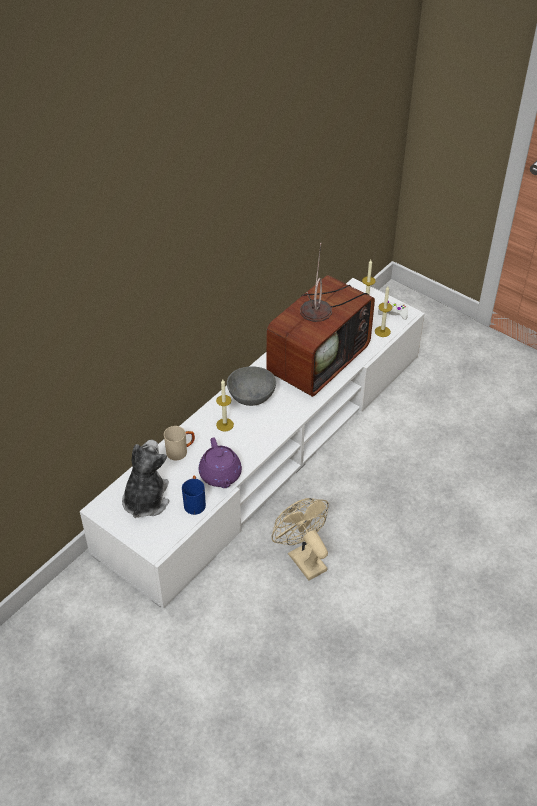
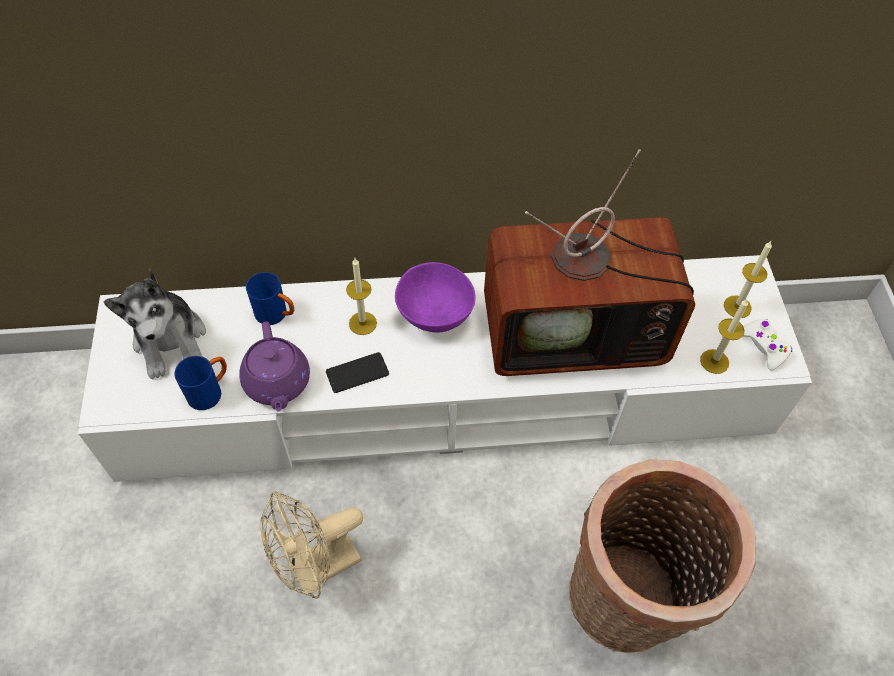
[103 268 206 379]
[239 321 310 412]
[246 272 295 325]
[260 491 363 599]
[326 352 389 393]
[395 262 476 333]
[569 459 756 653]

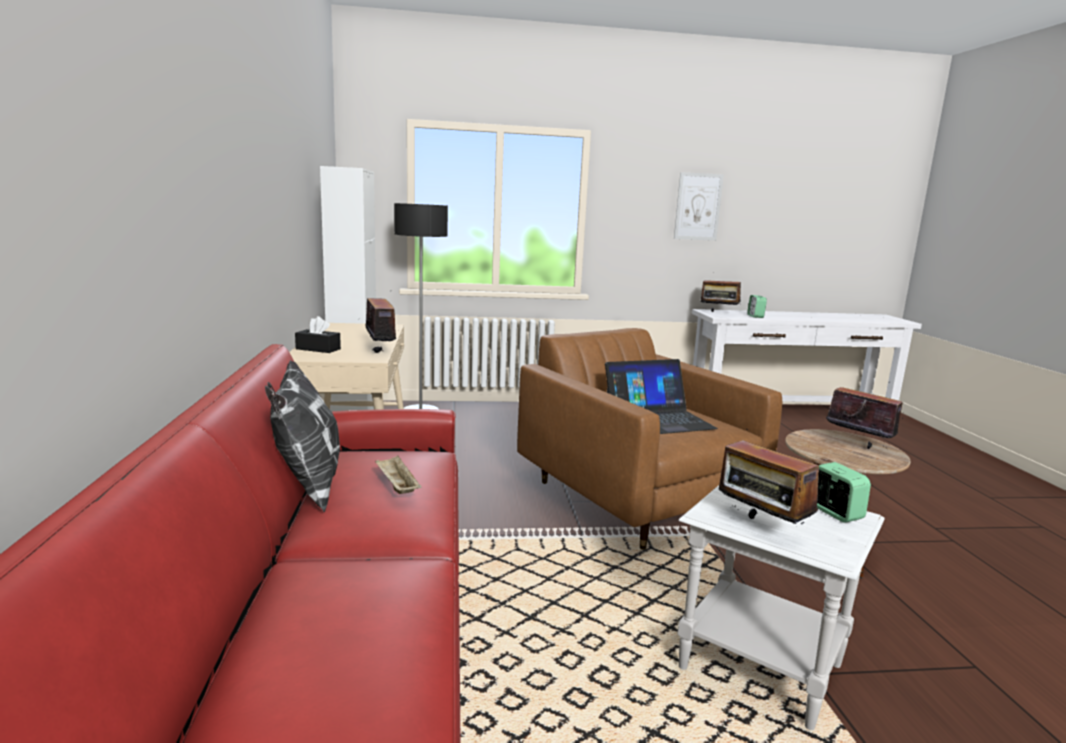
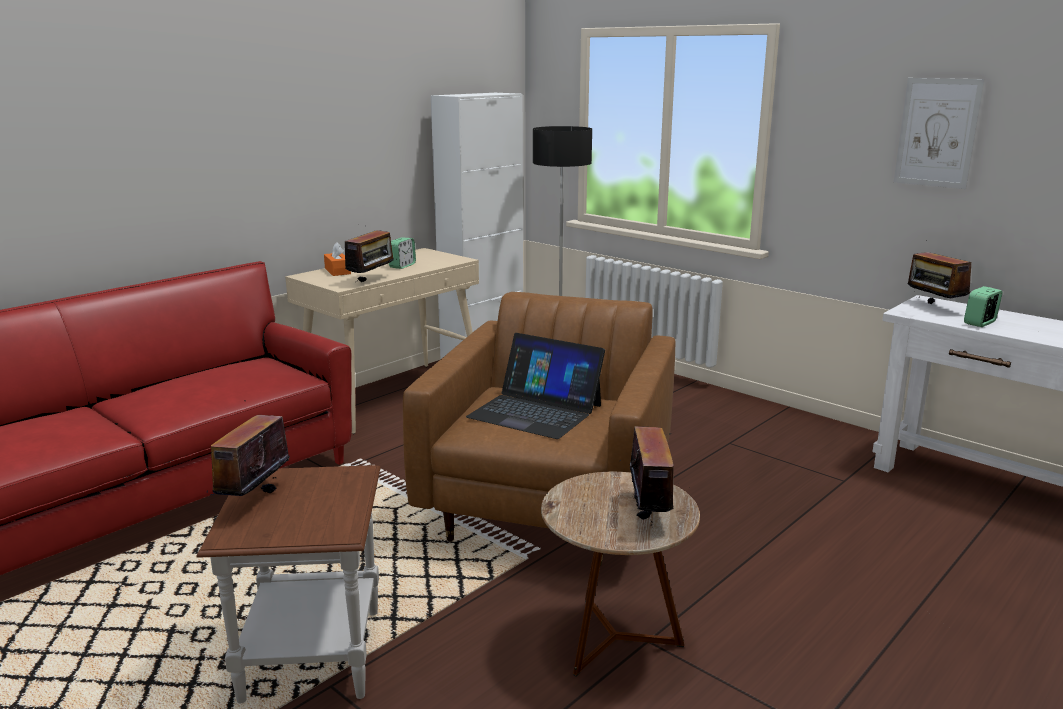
[196 465 380 703]
[324 242 351 276]
[389 237 416 269]
[265 360 340 513] (first image)
[375 456 421 494] (first image)

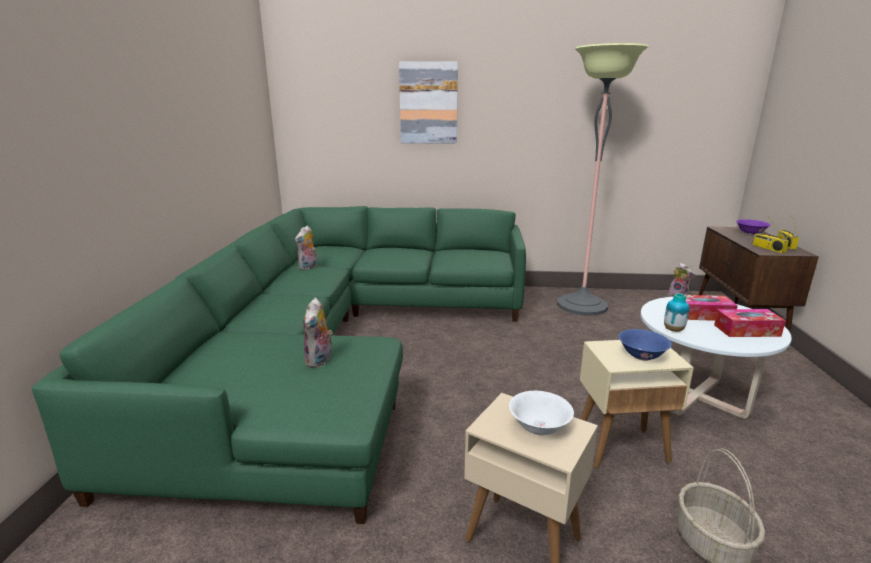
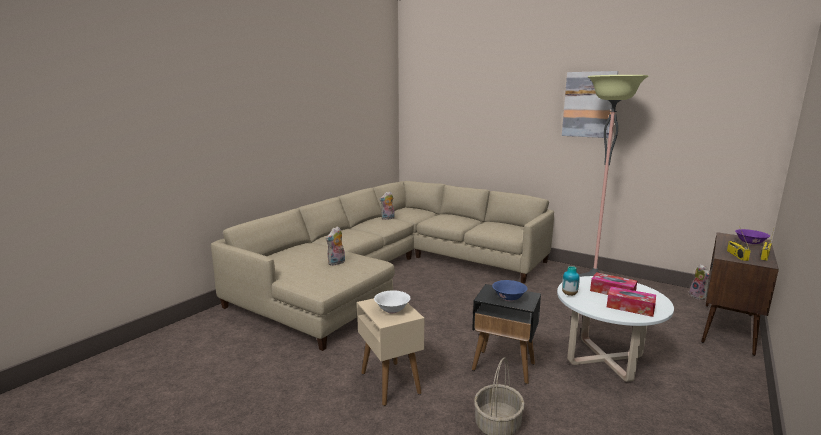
[211 181 554 351]
[472 284 541 384]
[562 71 618 138]

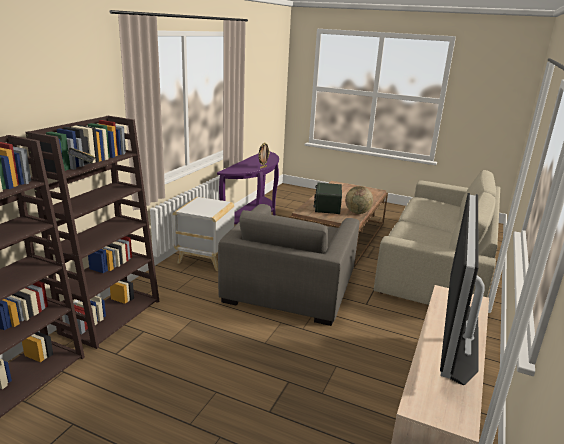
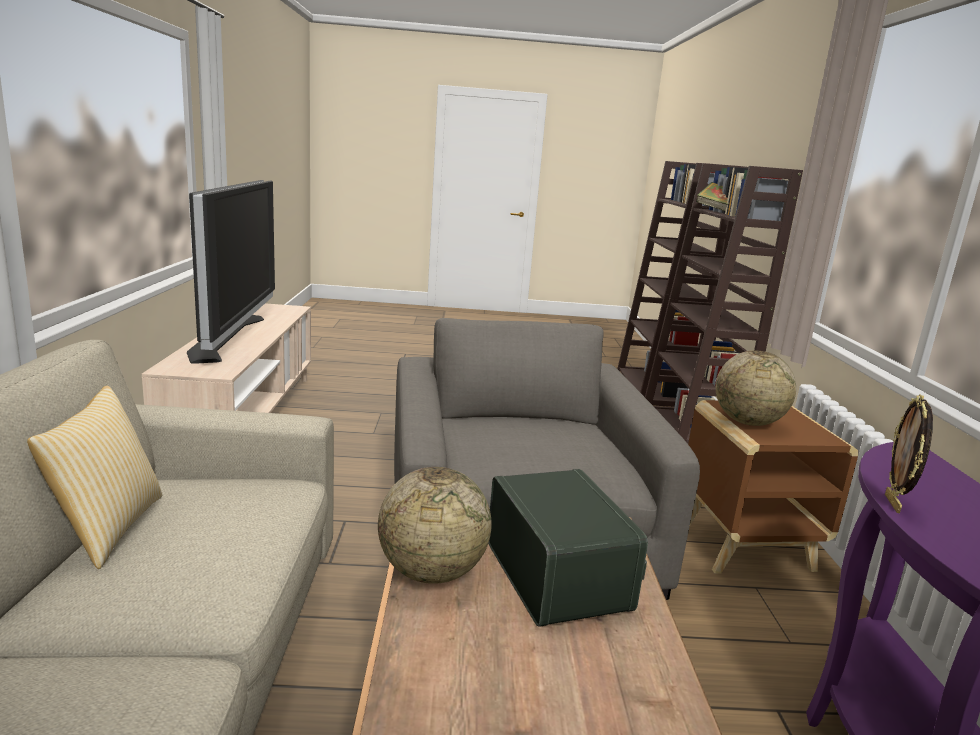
[27 386 162 569]
[688 400 858 574]
[716 350 796 426]

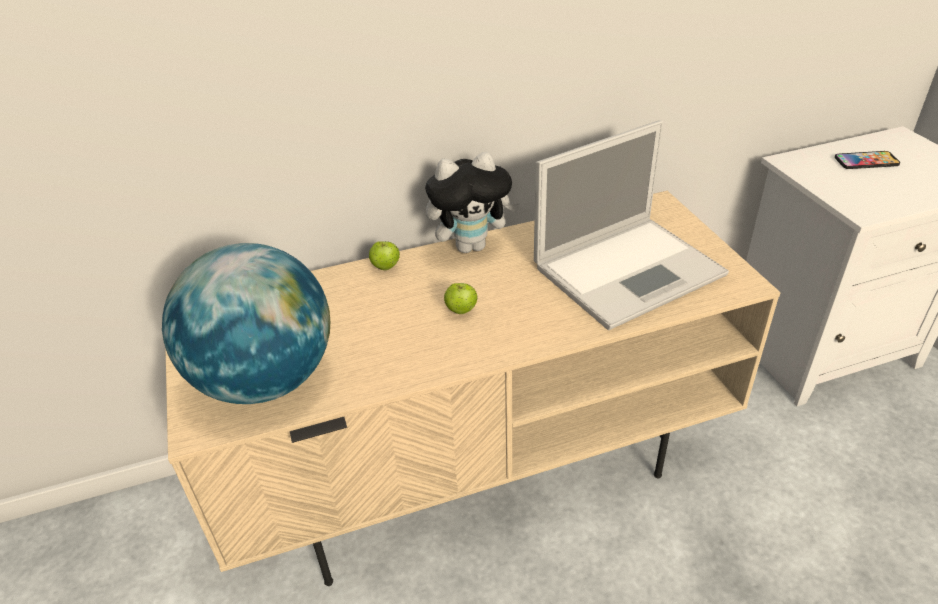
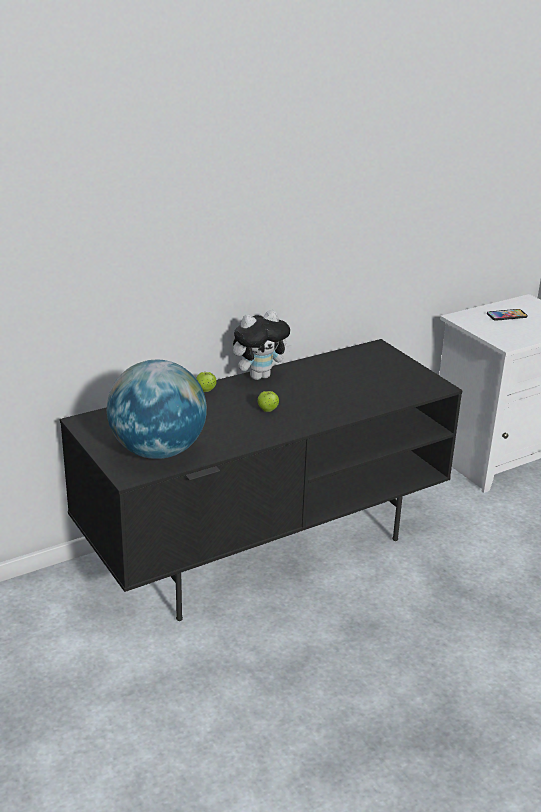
[60 339 463 621]
[534 120 729 330] (first image)

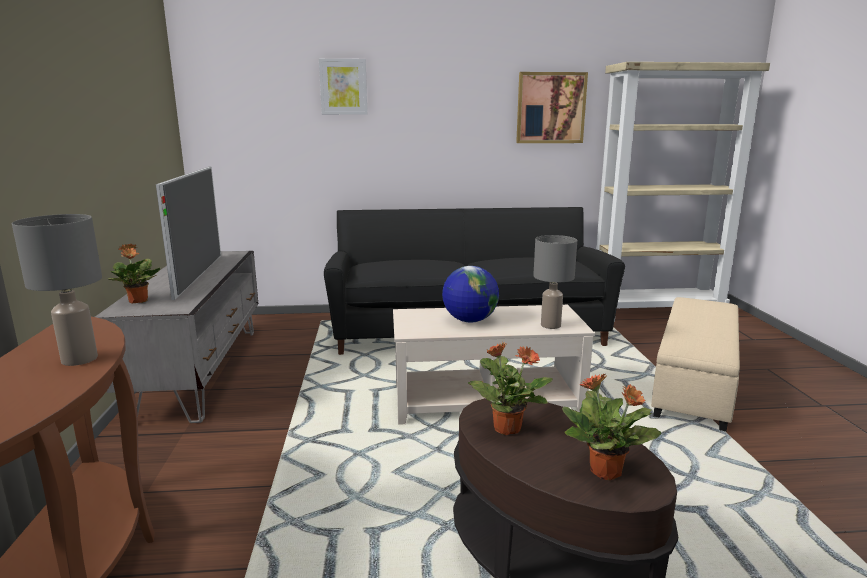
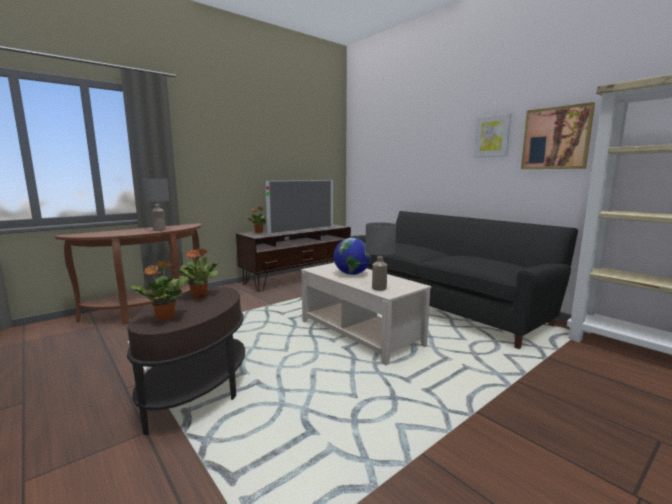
[236 224 351 291]
[474 113 511 157]
[651 297 740 432] (first image)

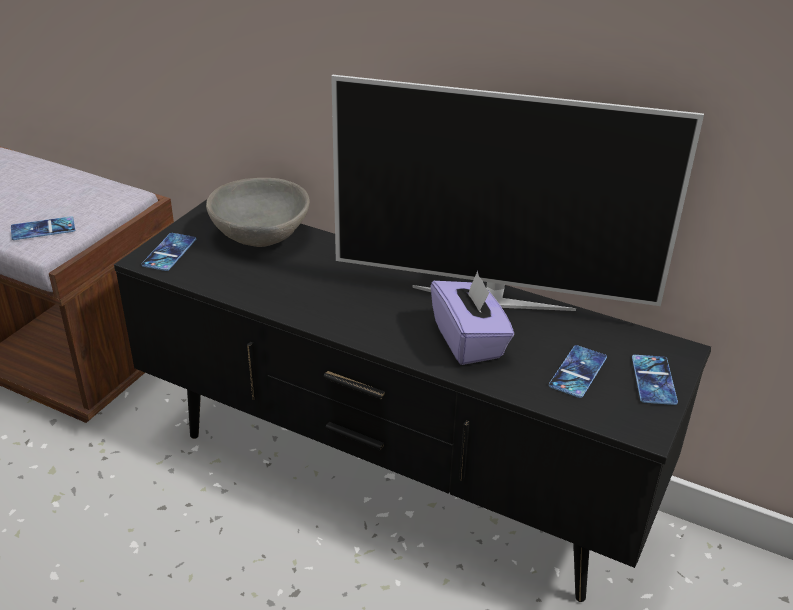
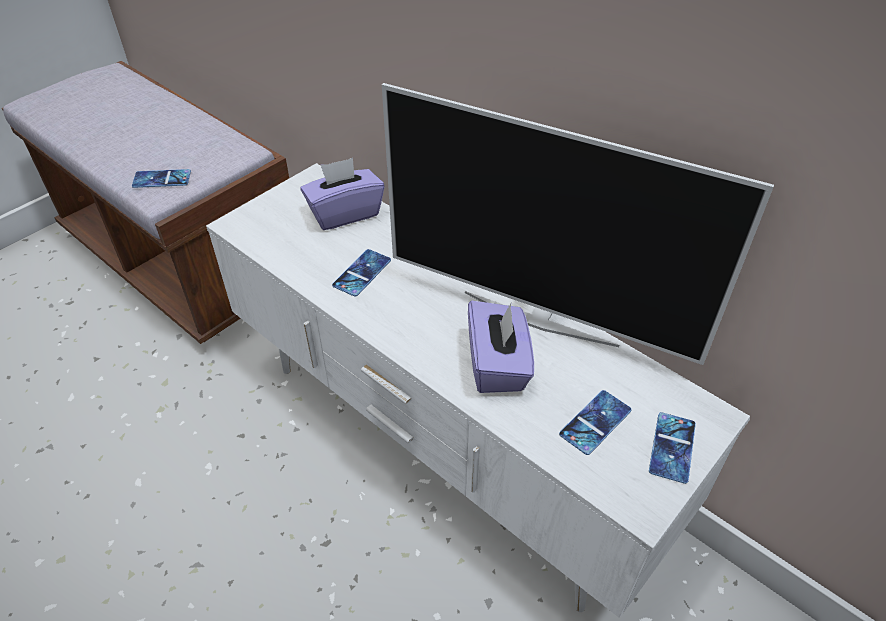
[206 163 750 618]
[300 158 385 230]
[332 249 391 297]

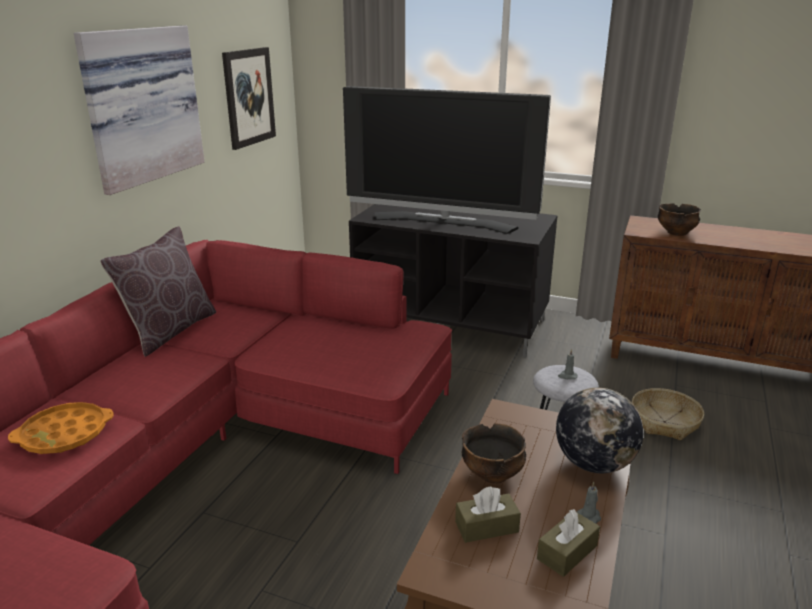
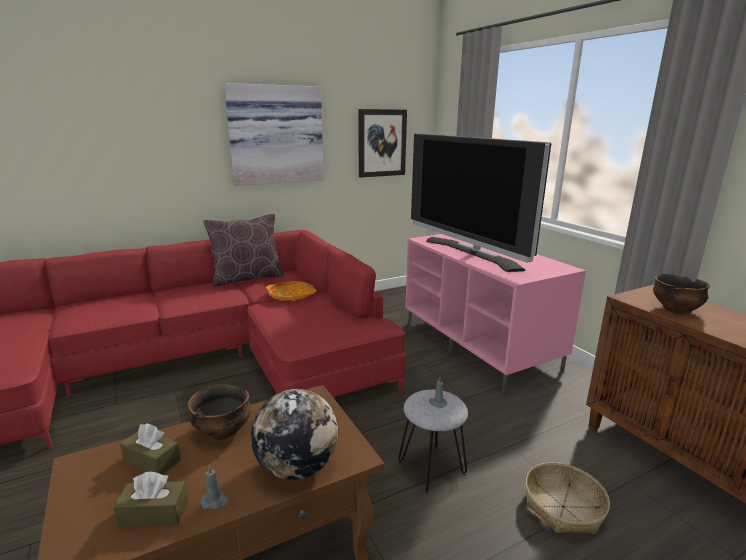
[266 281 317 302]
[405 234 586 392]

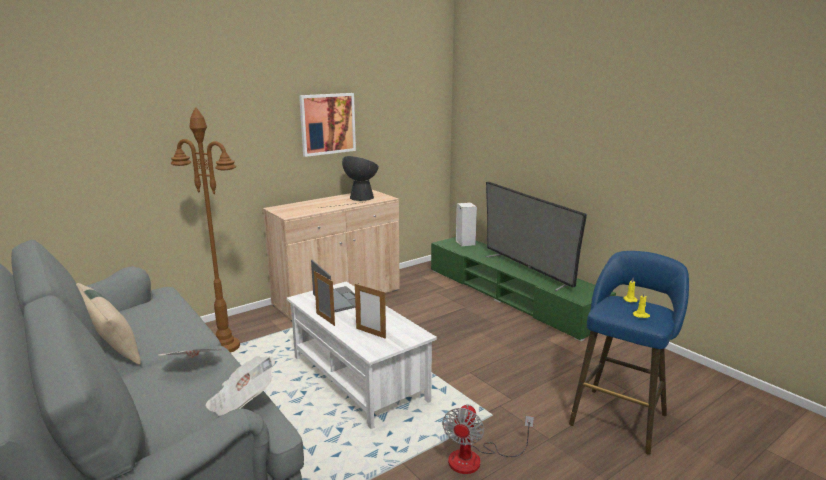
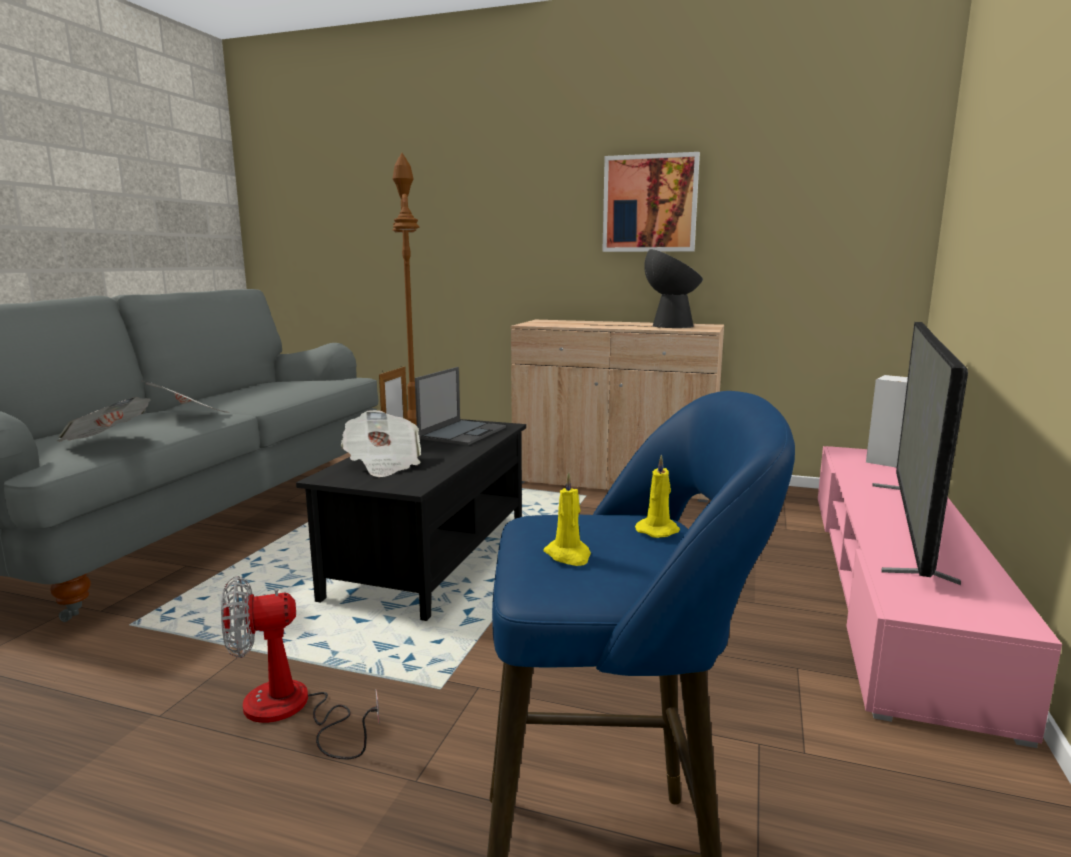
[296 419 526 621]
[340 410 421 477]
[818 446 1062 748]
[76 283 141 365] (first image)

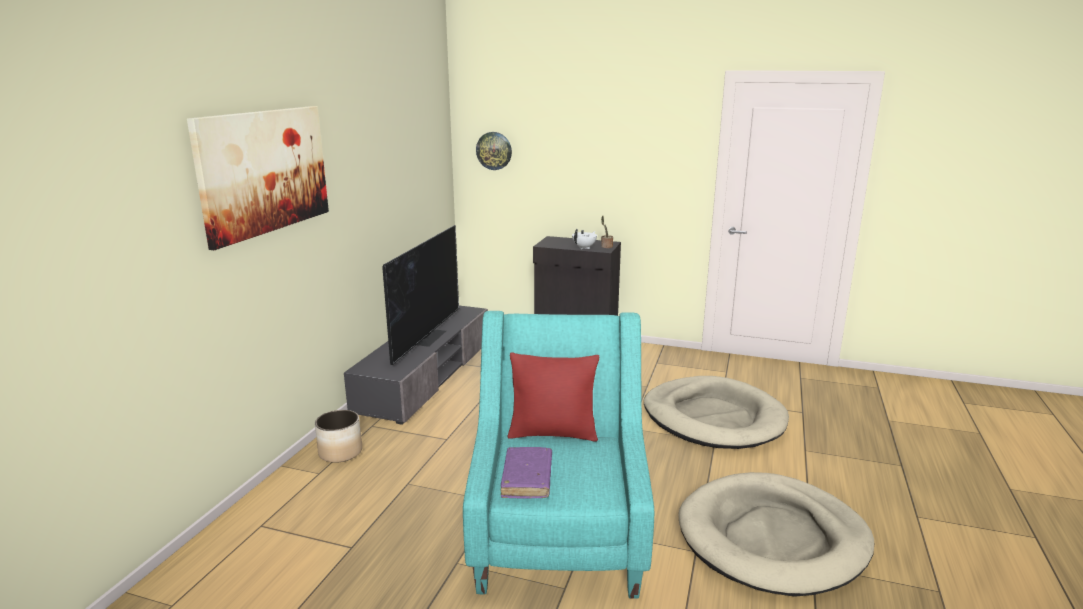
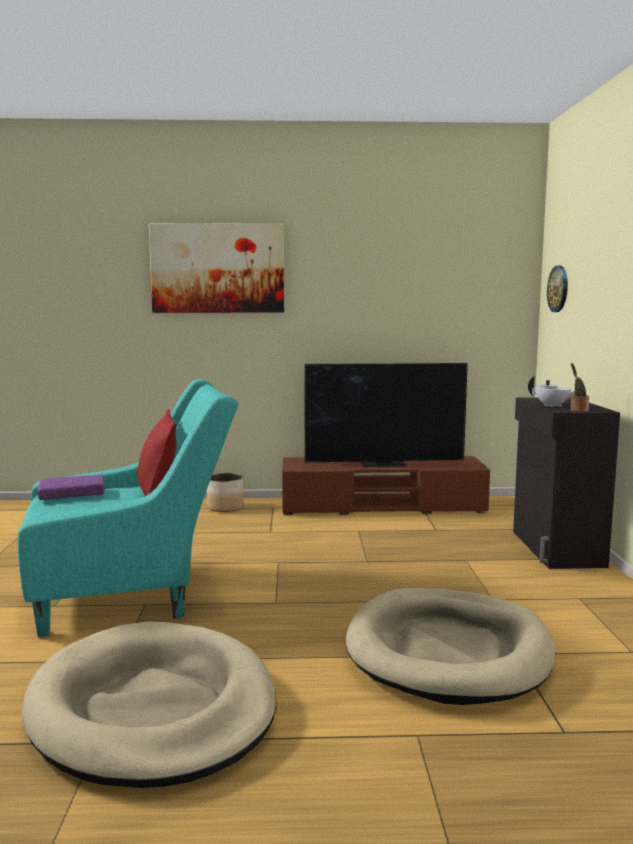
[282 456 490 515]

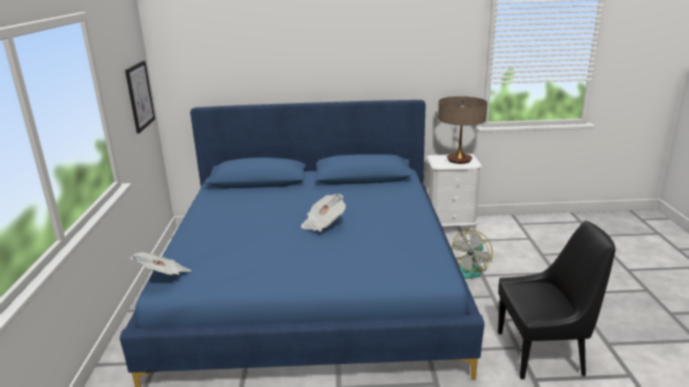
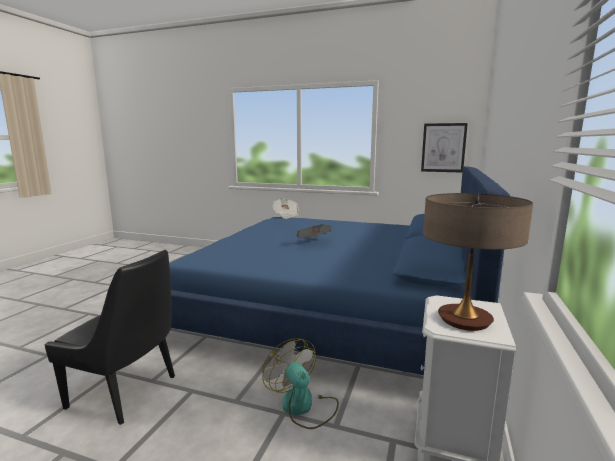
[45 250 175 425]

